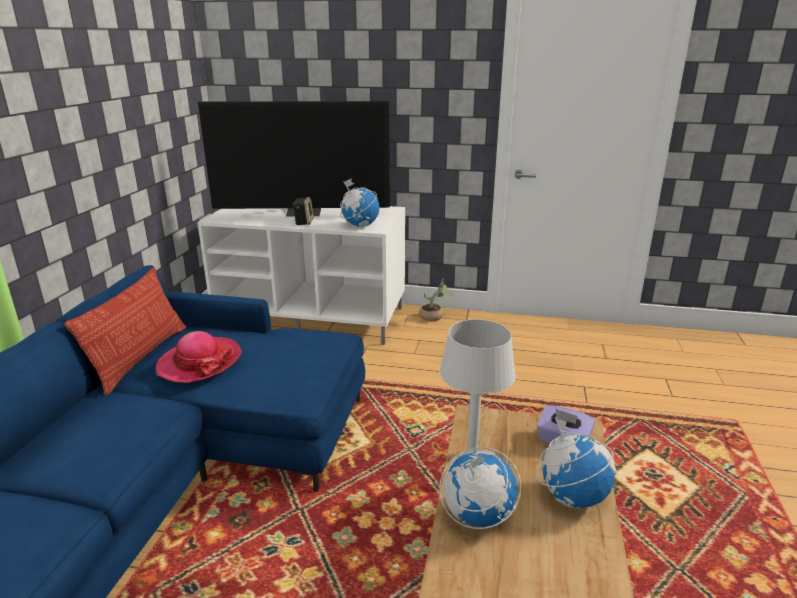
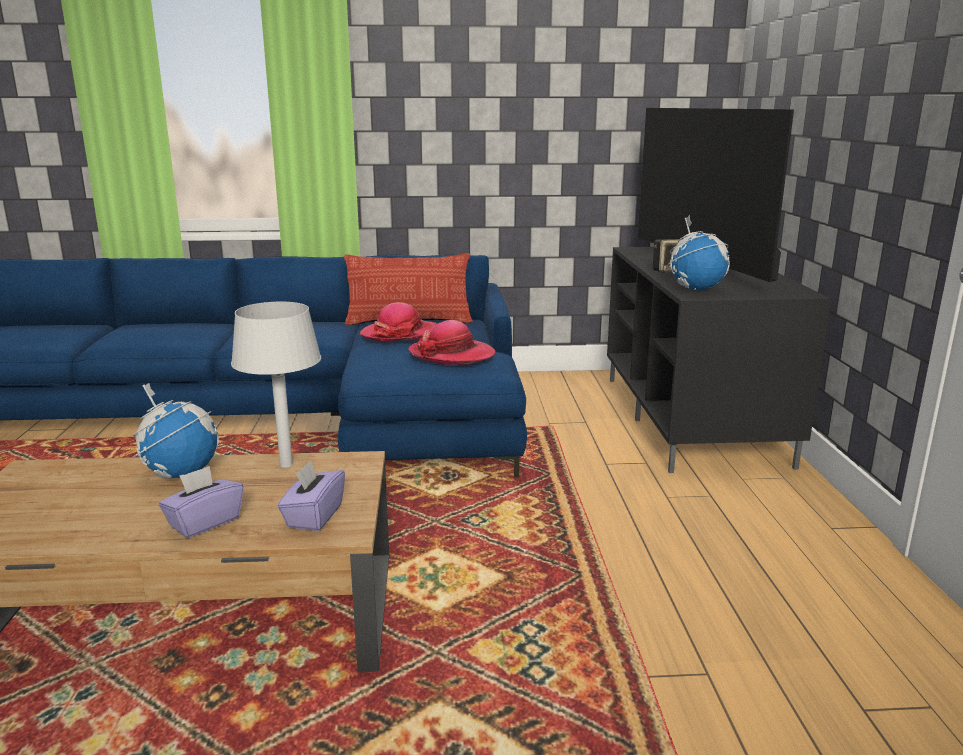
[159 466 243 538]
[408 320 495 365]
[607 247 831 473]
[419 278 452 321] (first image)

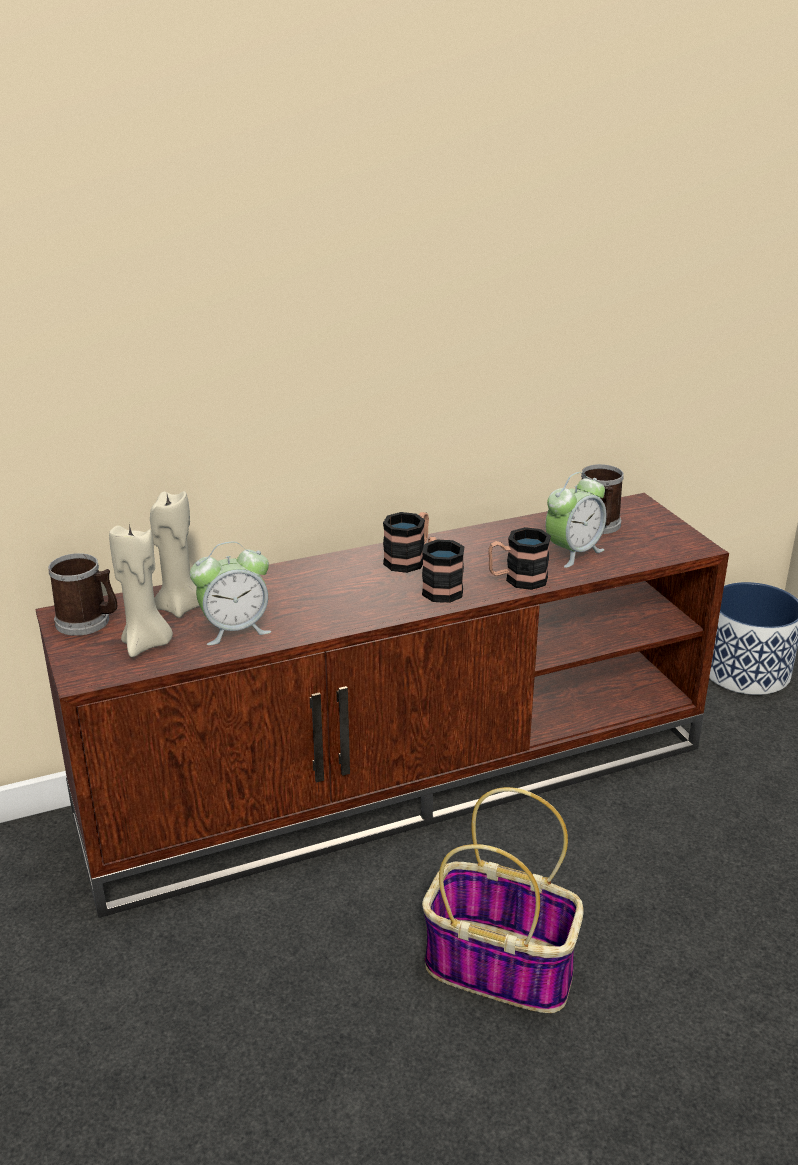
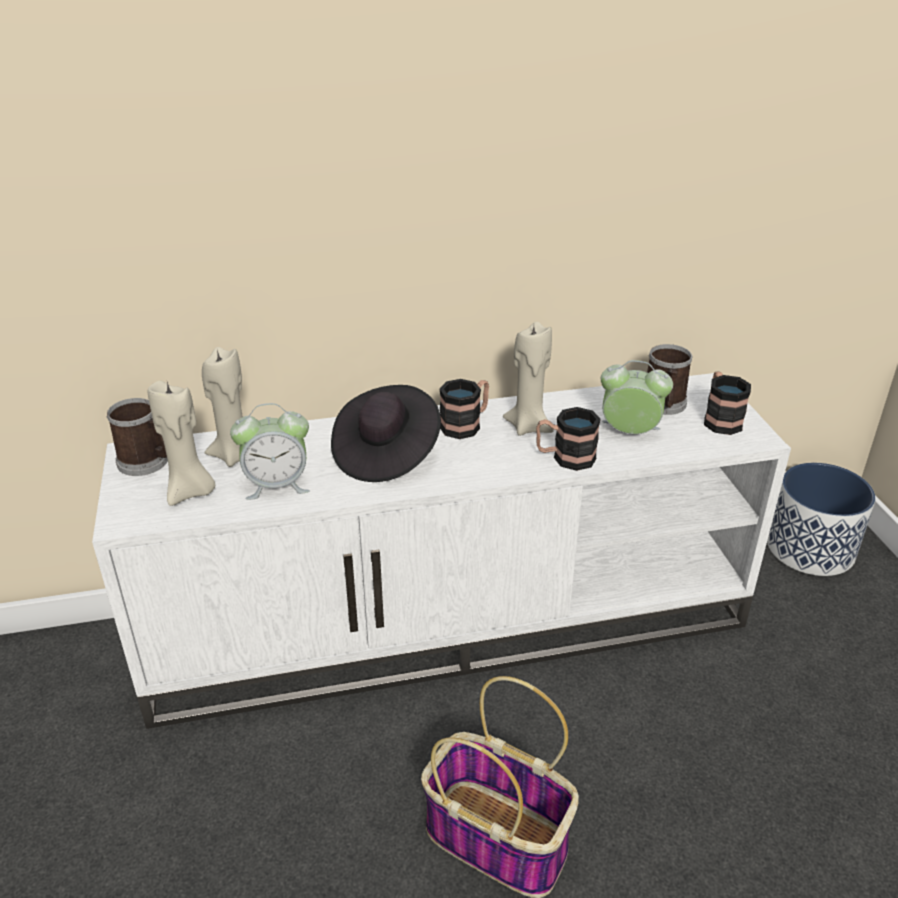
[92 373 791 729]
[331 385 441 482]
[503 322 554 436]
[601 360 673 434]
[704 371 751 435]

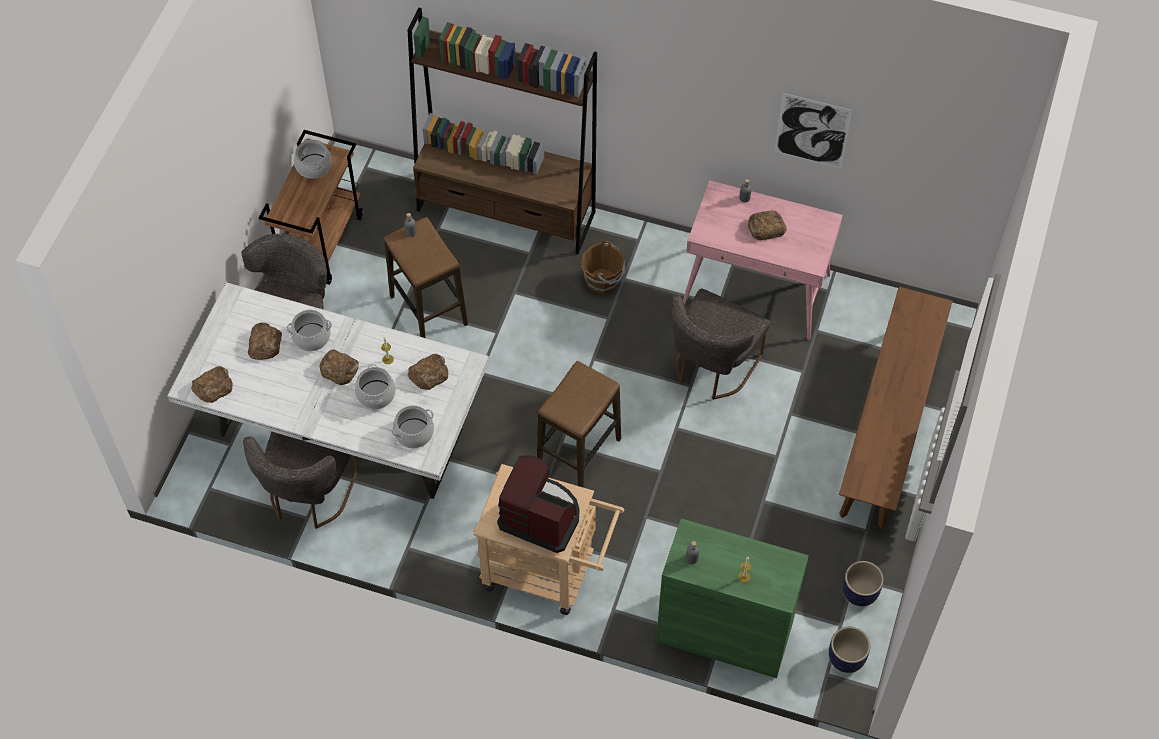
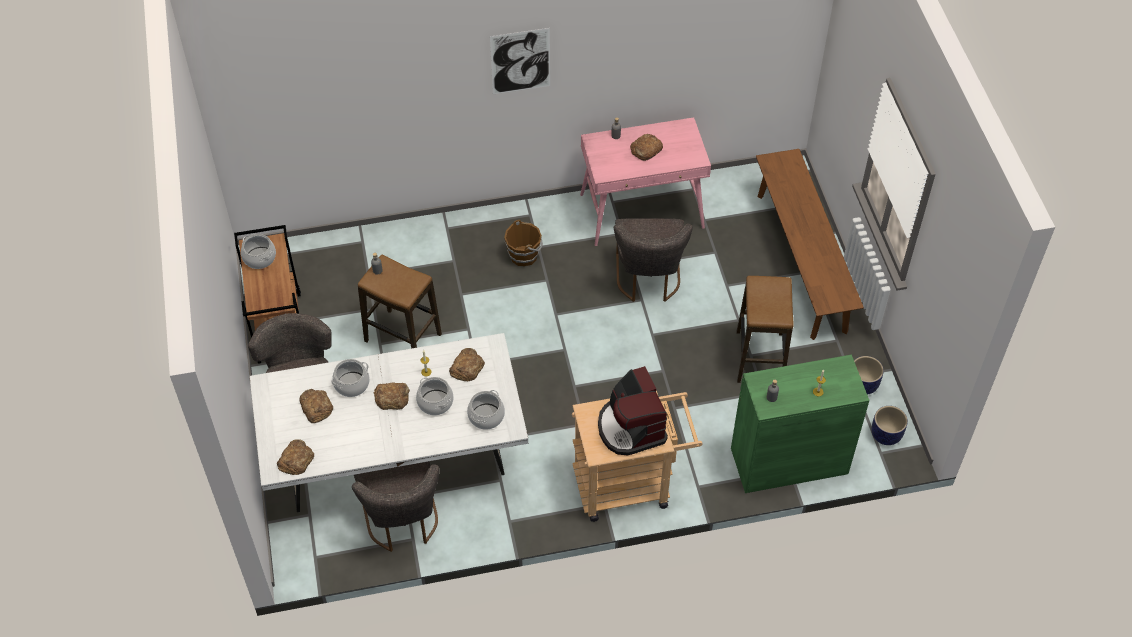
[490 28 550 94]
[598 366 668 455]
[737 276 794 383]
[408 8 597 254] (first image)

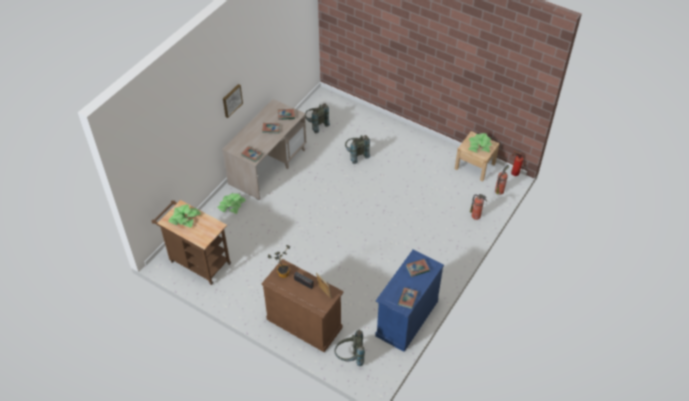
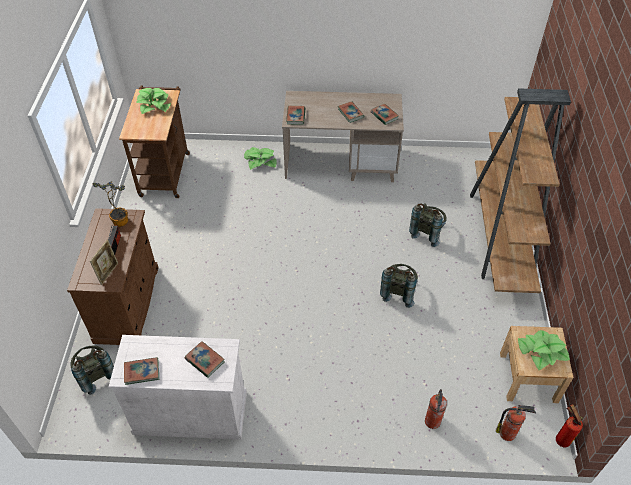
[109 335 247 440]
[380 264 418 308]
[470 88 571 293]
[223 84 243 118] (first image)

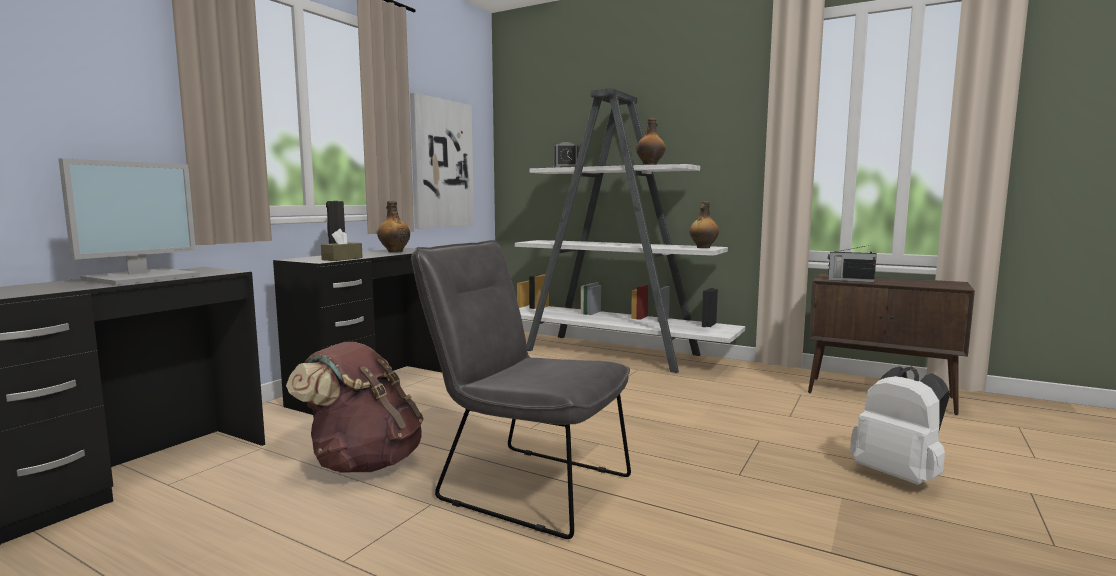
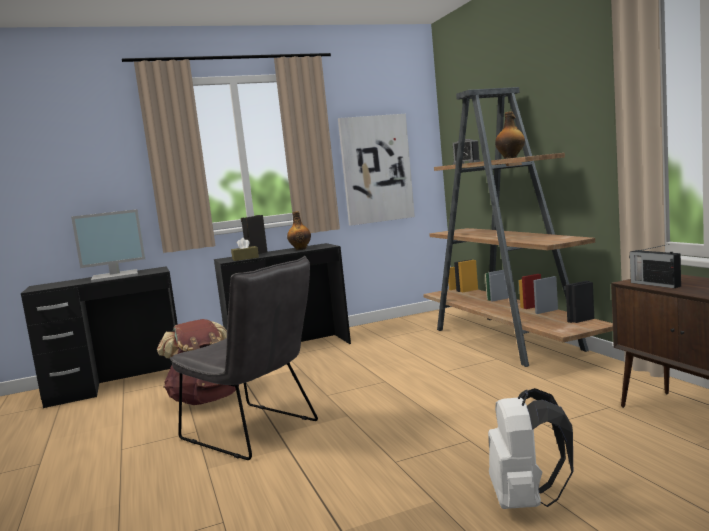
[170 256 318 460]
[423 87 613 367]
[689 201 719 248] (first image)

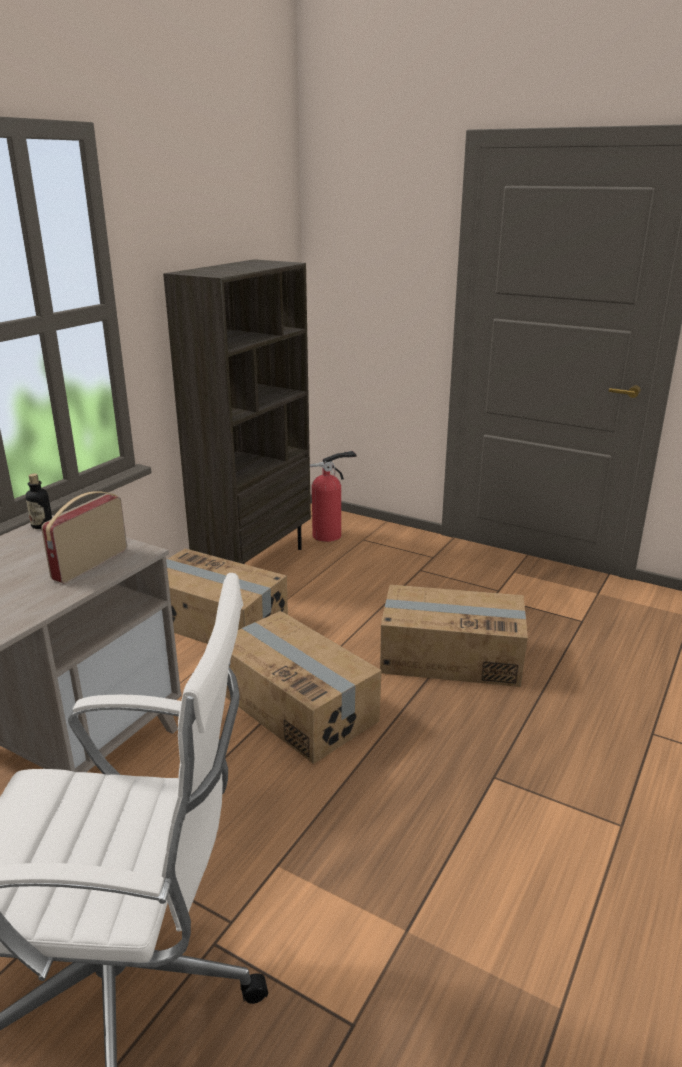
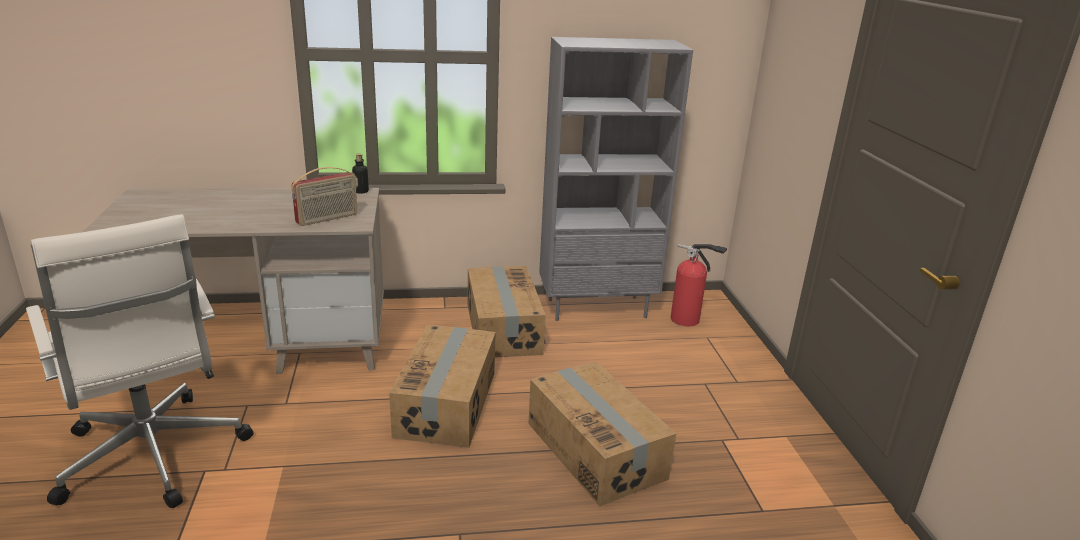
[291 167 358 226]
[539 37 693 321]

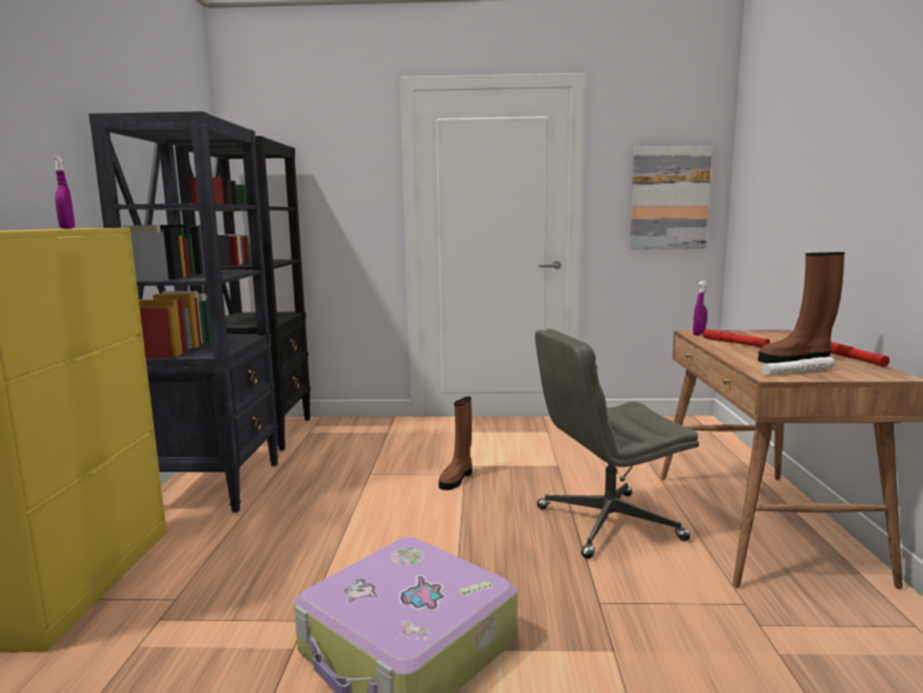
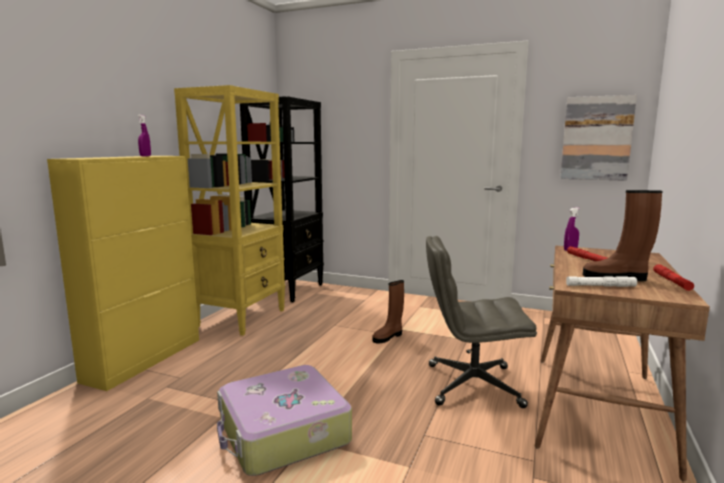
[174 85 285 336]

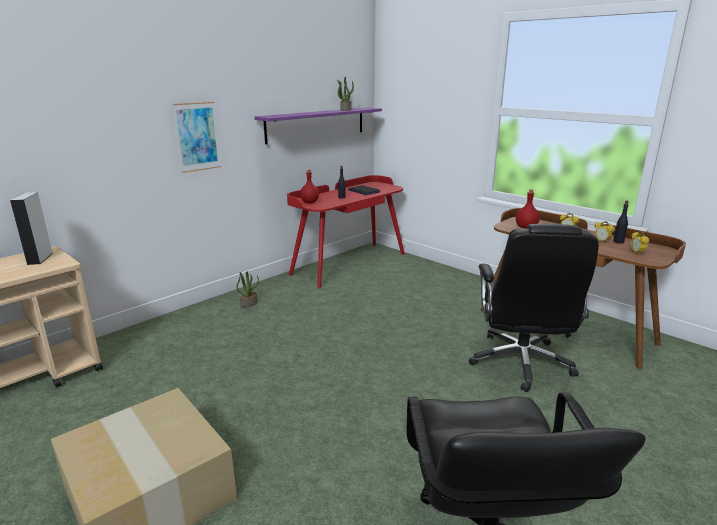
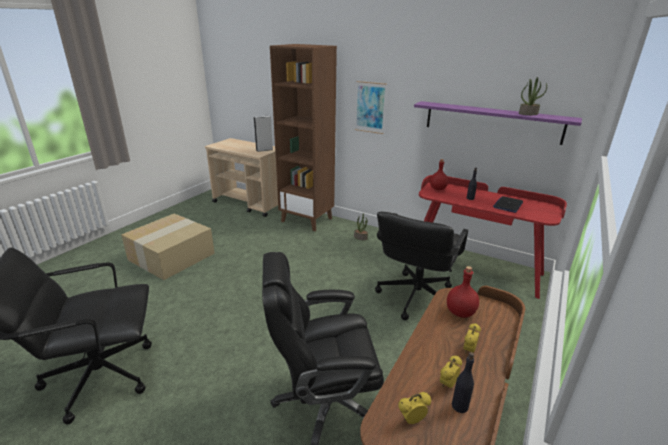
[270 44 337 231]
[375 212 468 321]

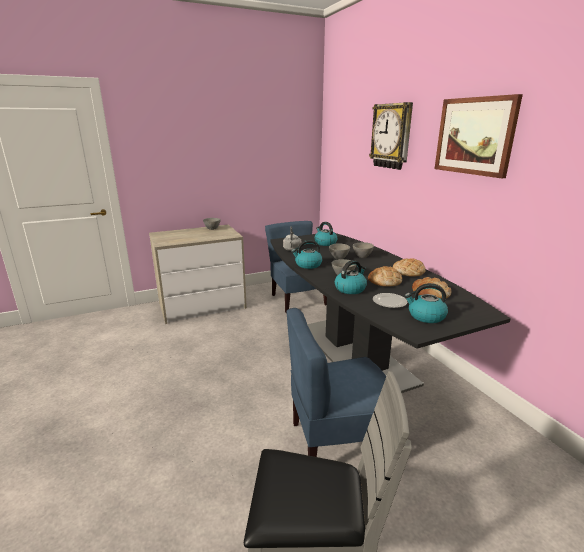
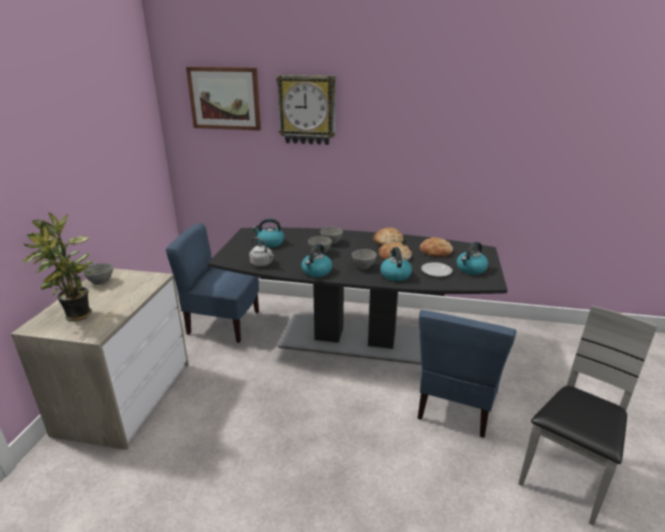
[22 212 96 321]
[186 67 261 131]

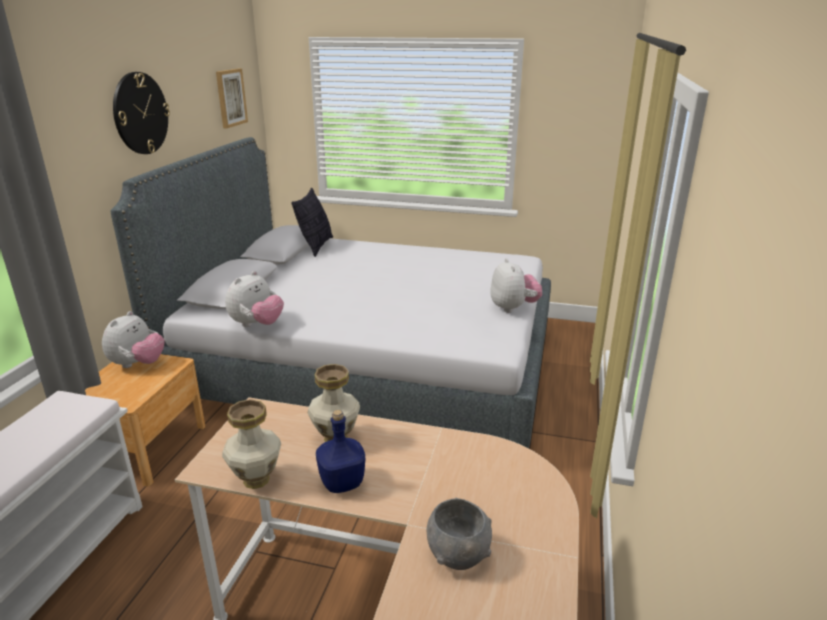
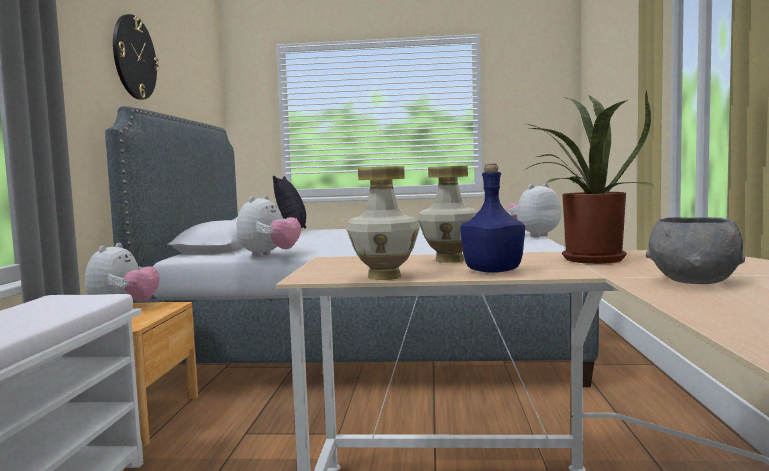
[505 183 561 237]
[525 90 655 264]
[216 68 248 128] (first image)

